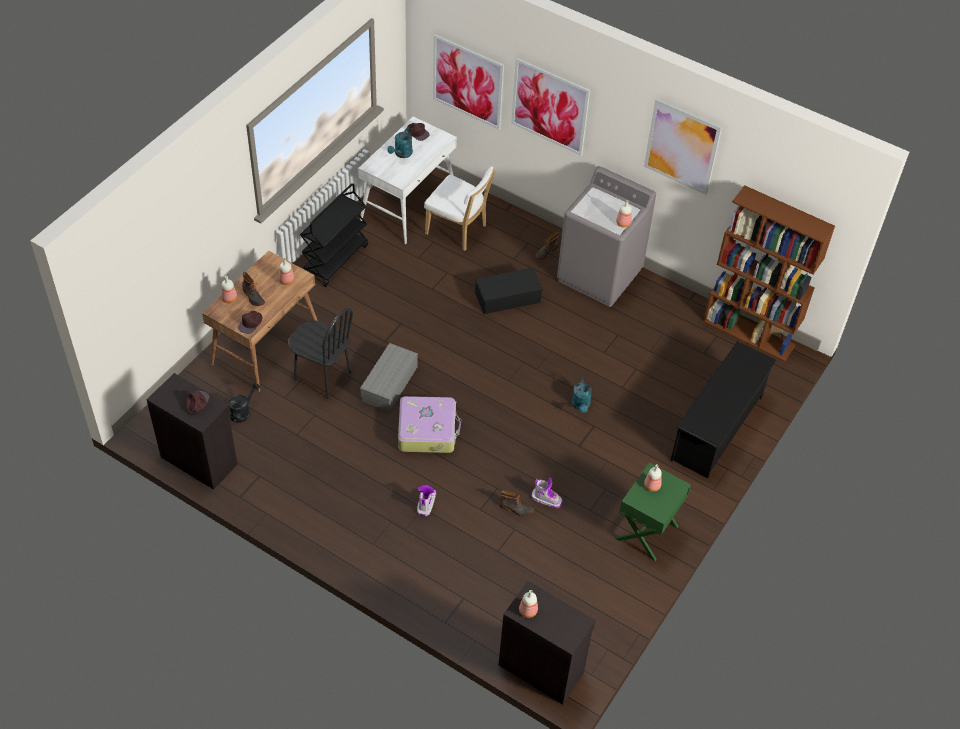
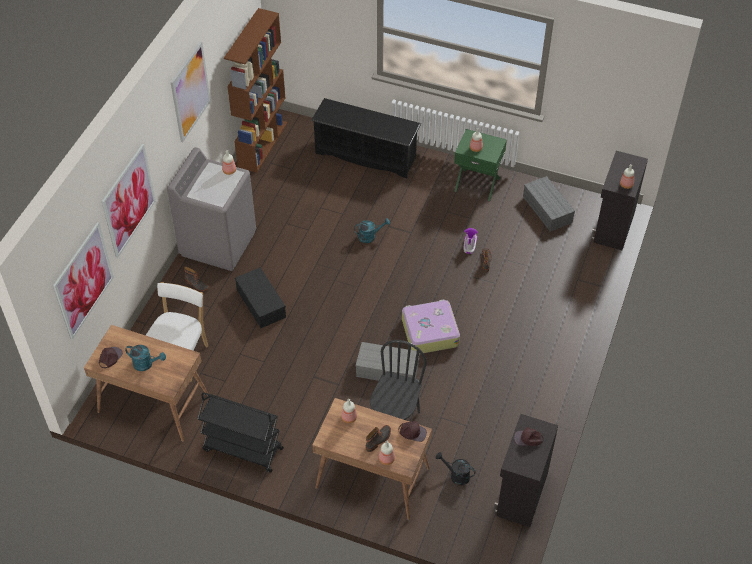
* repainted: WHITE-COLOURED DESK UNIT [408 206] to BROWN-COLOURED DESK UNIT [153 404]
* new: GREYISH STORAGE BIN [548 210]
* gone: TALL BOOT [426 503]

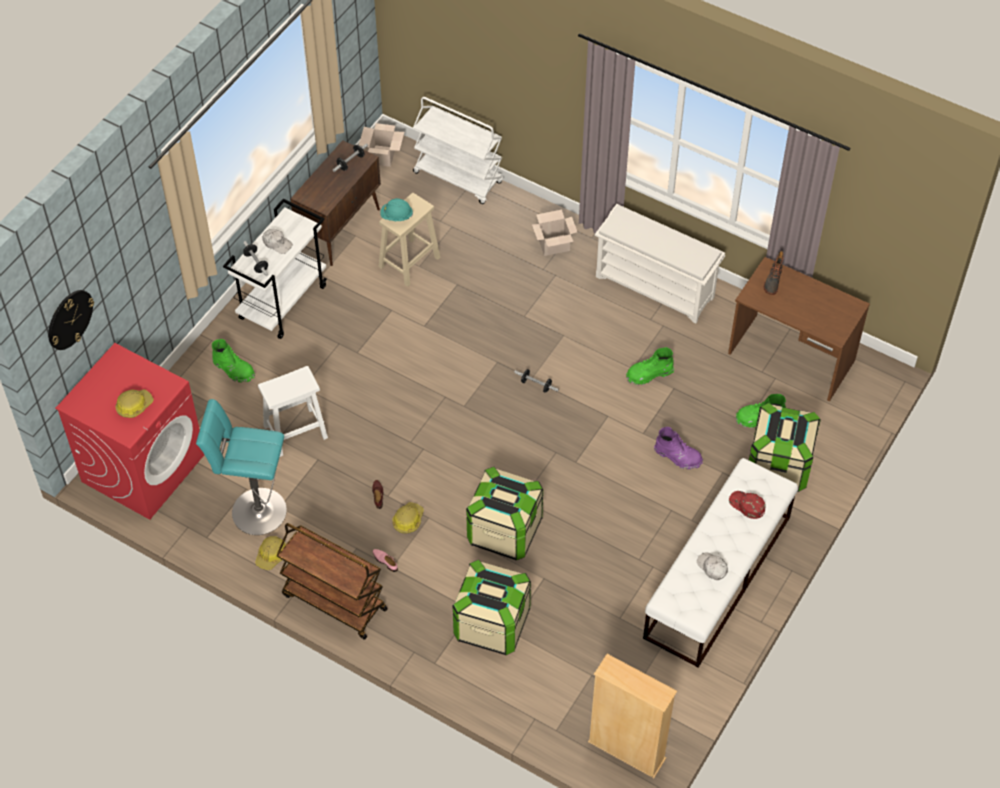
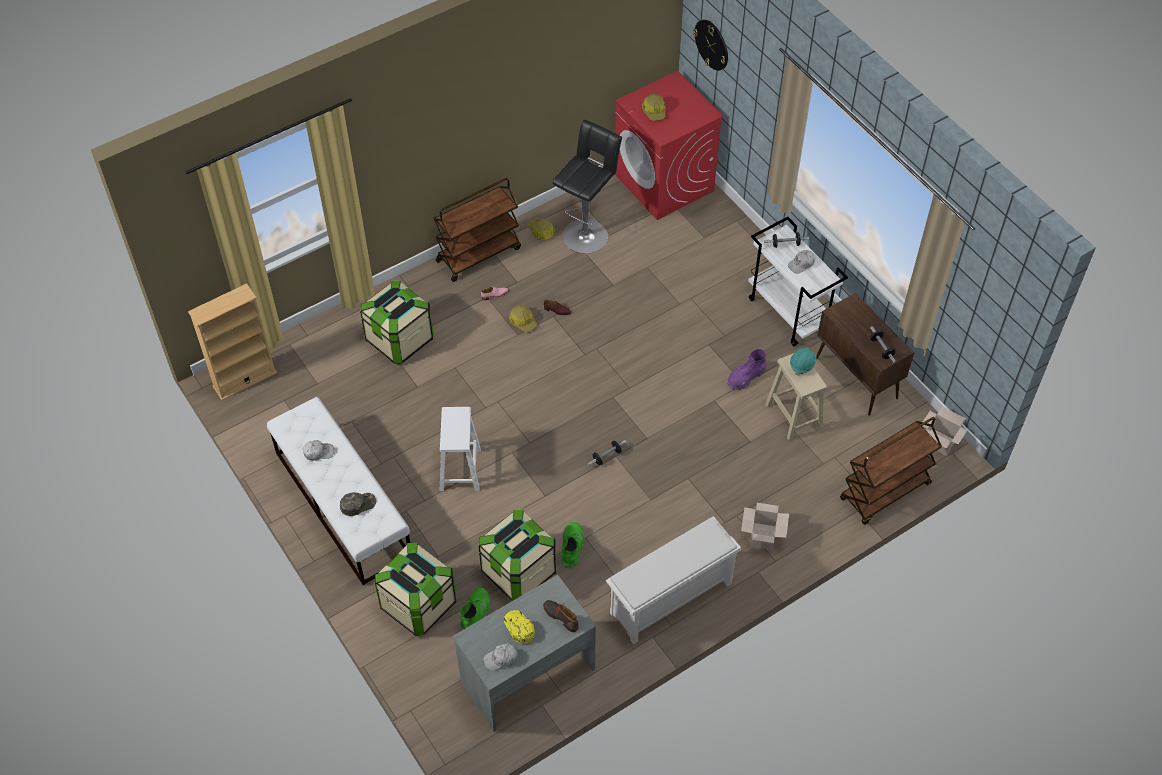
* repainted: RED BASEBALL CAP [746 505] to GREEN BASEBALL CAP [358 504]
* shifted: WHITE-COLOURED SITTING STOOL [294 432] to [460 469]
* repainted: BROWN-COLOURED DESK UNIT [791 358] to GREYISH DESK UNIT [526 675]
* shifted: STORAGE BIN [504 531] to [518 571]
* new: WHITE-COLOURED BASEBALL CAP [501 659]
* new: YELLOW BASEBALL CAP [519 628]
* repainted: TURQUOISE-COLOURED SITTING STOOL [254 511] to BLACKISH SITTING STOOL [587 233]
* shifted: PURPLISH TALL BOOT [678 456] to [746 377]
* repainted: WHITE-COLOURED WHEELED CART [459 177] to BROWN-COLOURED WHEELED CART [885 492]
* gone: GREEN TALL BOOT [234 369]

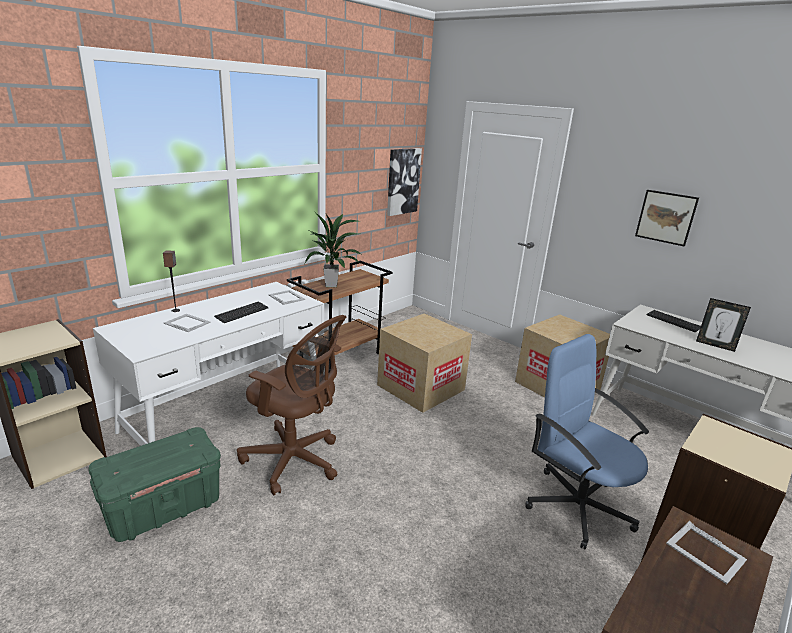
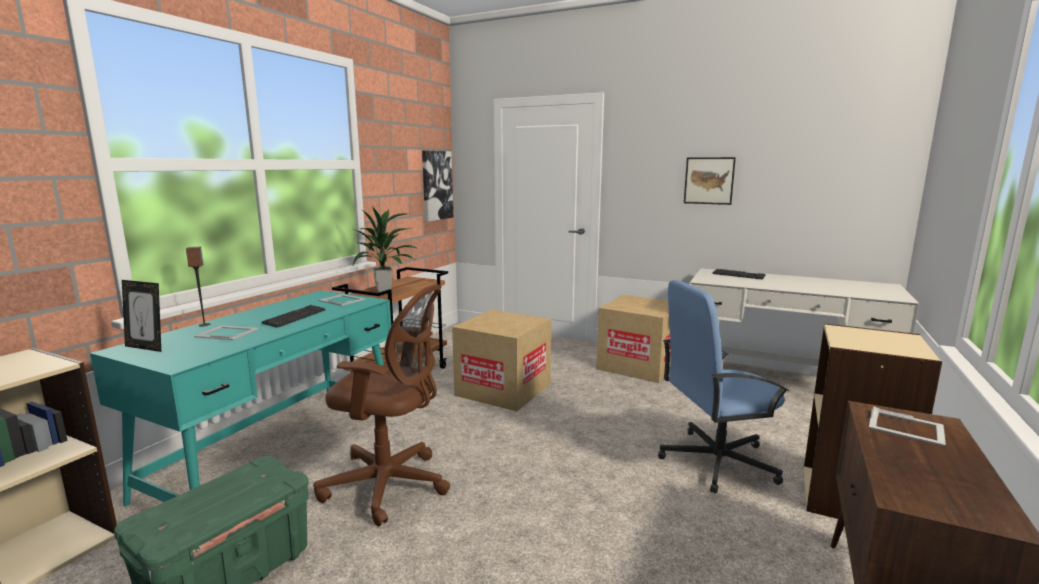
* repainted: WHITE-COLOURED DESK UNIT [227 412] to TURQUOISE-COLOURED DESK UNIT [280 453]
* shifted: PHOTO FRAME [715 345] to [147 347]
* rotated: BLUE COMPUTER CHAIR [576 505] = [715 461] 45 degrees counterclockwise

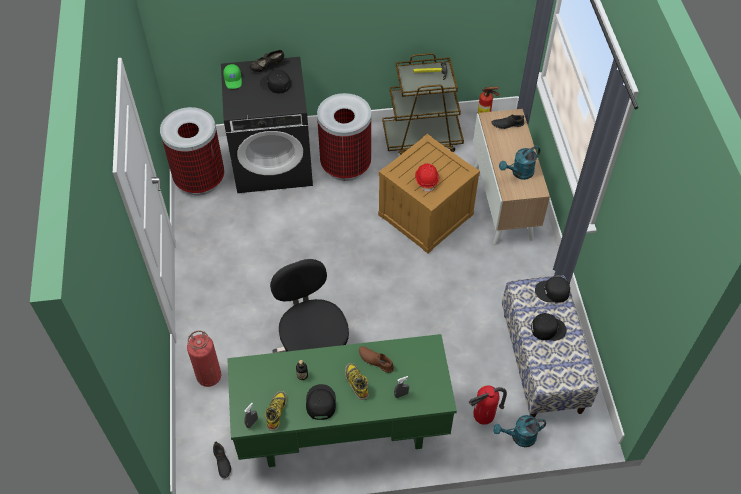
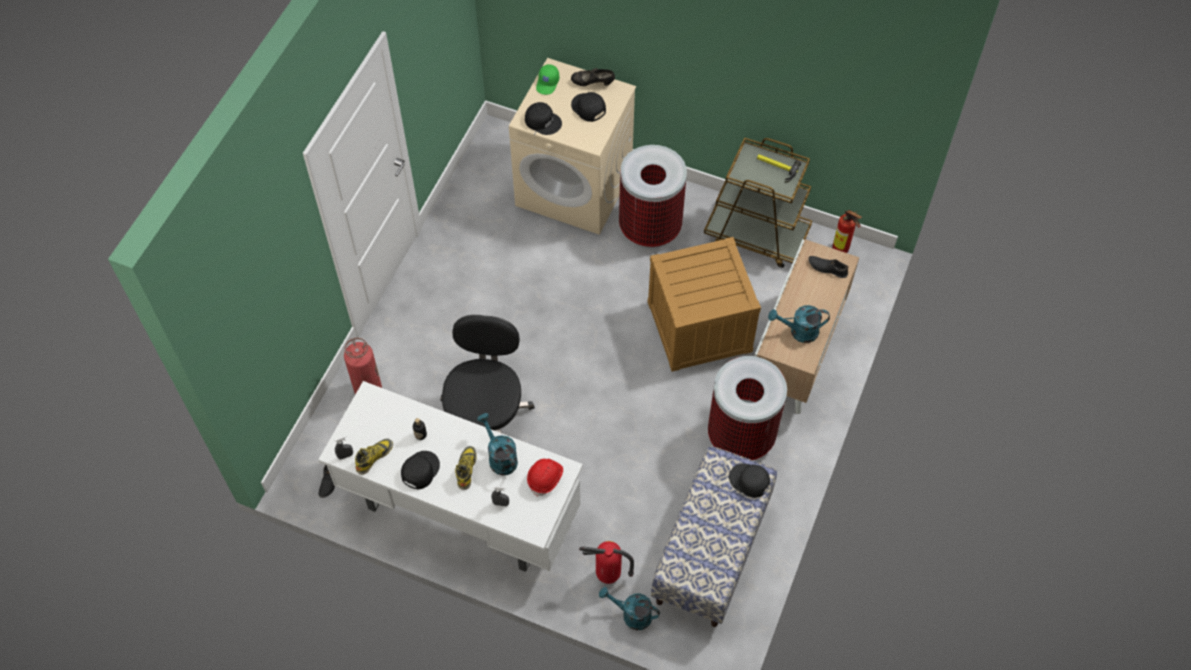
* repainted: GREEN DESK UNIT [342 432] to WHITE-COLOURED DESK UNIT [459 512]
* swapped: BROWN-COLOURED LOW SHOE [376 360] to TURQUOISE-COLOURED SPRINKLING CAN [500 457]
* repainted: BLACKISH WASHING MACHINE [273 162] to BEIGE WASHING MACHINE [575 188]
* shifted: BLACKISH BASEBALL CAP [547 328] to [543 121]
* shifted: RED HARD HAT [426 180] to [545 478]
* shifted: WASTE BIN [200 180] to [741 436]

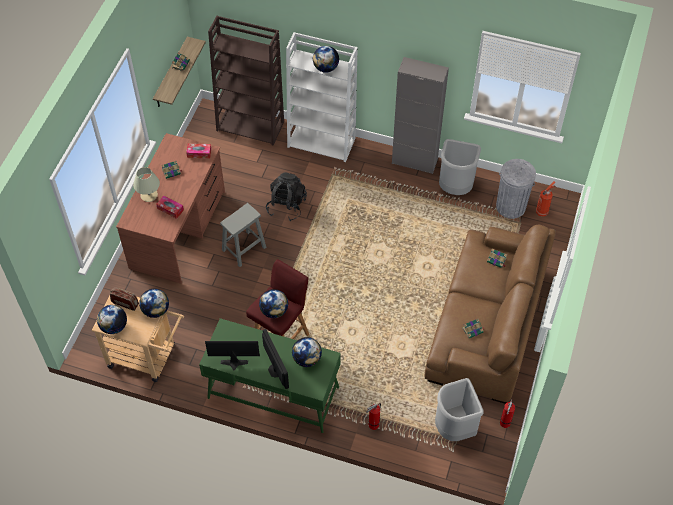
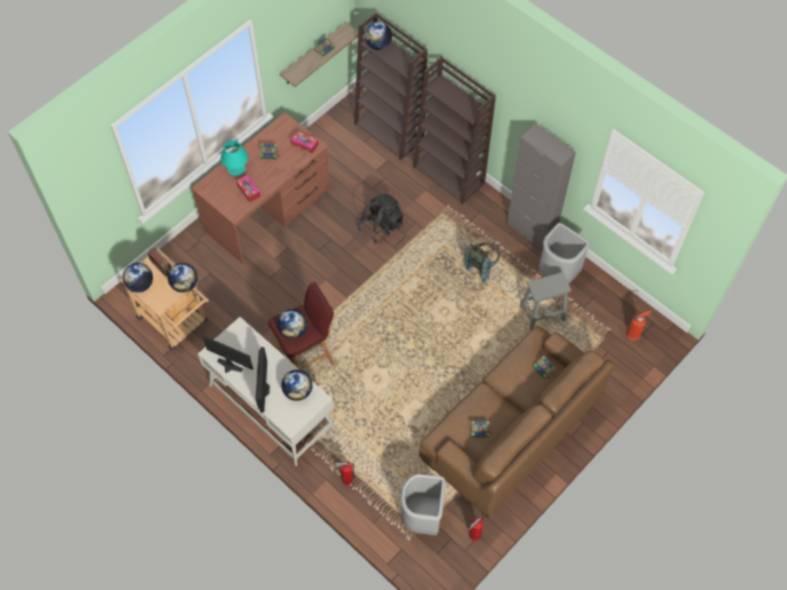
* repainted: GREEN DESK UNIT [273 392] to WHITE-COLOURED DESK UNIT [271 406]
* repainted: BEIGE LAMP FOR A TABLE [149 195] to TURQUOISE-COLOURED LAMP FOR A TABLE [236 169]
* shifted: GLOBE [325 68] to [378 45]
* repainted: WHITE-COLOURED BOOKSHELF [322 142] to BROWN-COLOURED BOOKSHELF [449 175]
* new: GREYISH KNAPSACK [482 266]
* shifted: GREYISH SITTING STOOL [243 249] to [541 313]
* gone: GREYISH WASTE BIN [511 206]

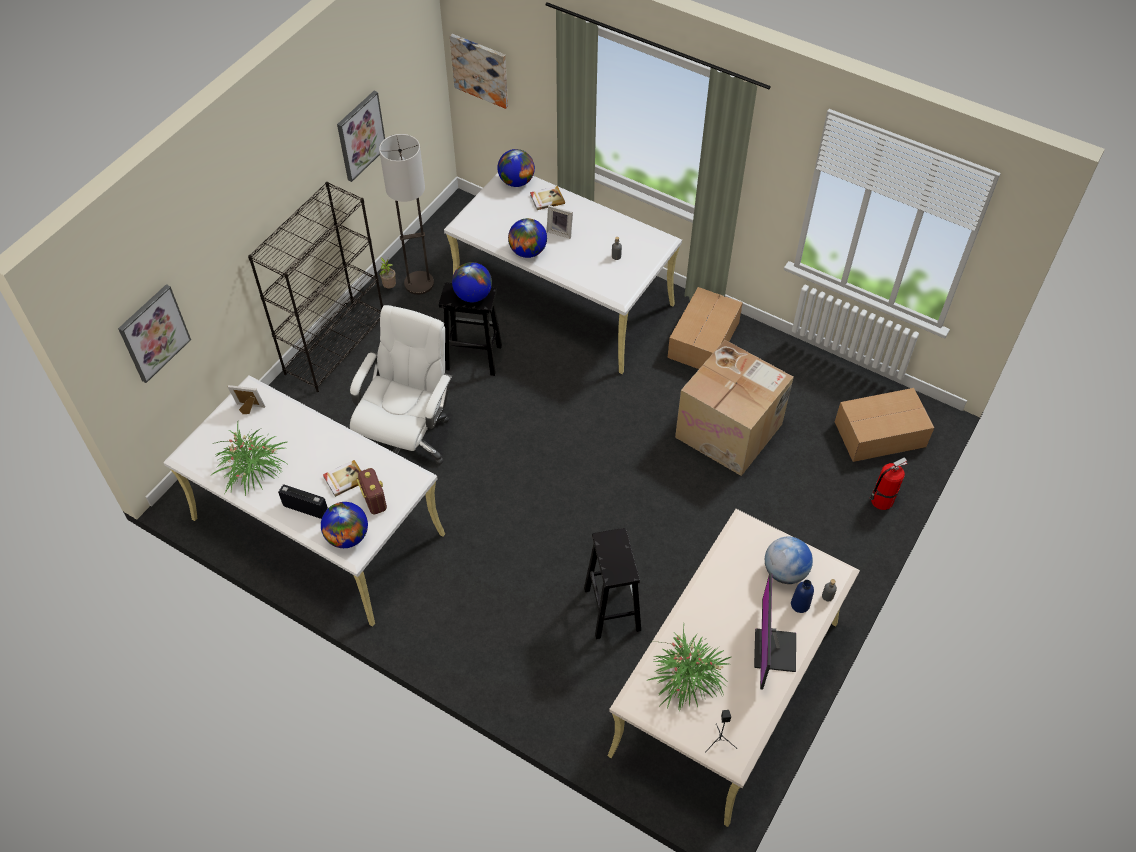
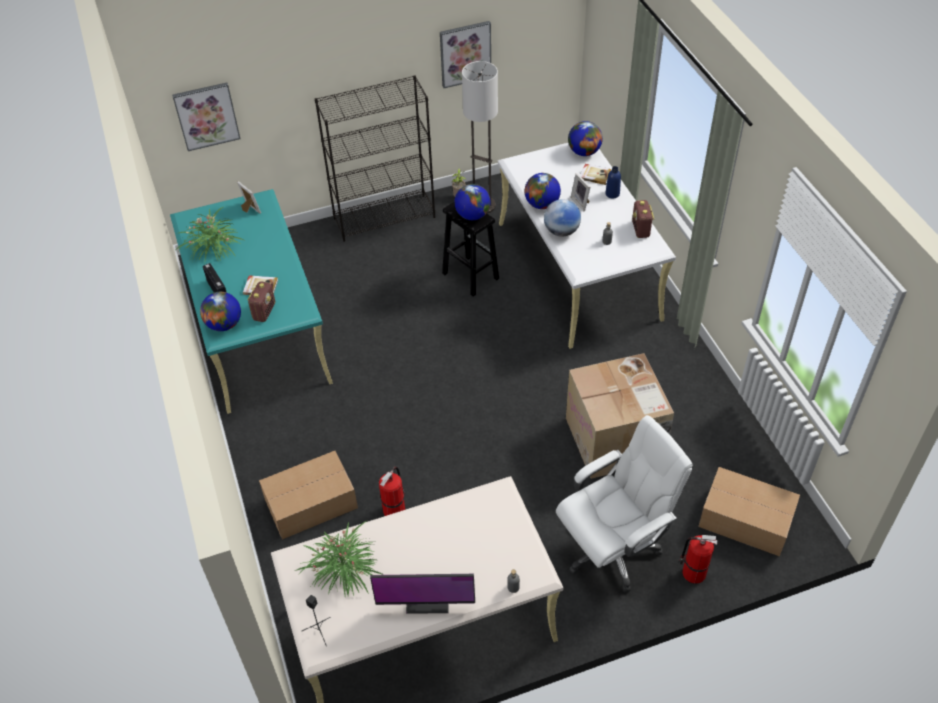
* repainted: WHITE-COLOURED DESK UNIT [317 526] to TURQUOISE-COLOURED DESK UNIT [258 327]
* shifted: CARTON [702 340] to [309 503]
* rotated: COMPUTER SCREEN [773 650] = [428 596] 135 degrees counterclockwise
* swapped: BLACKISH SITTING STOOL [611 608] to EXTINGUISHER [394 509]
* shifted: GLOBE [785 572] to [561 231]
* shifted: WHITE-COLOURED COMPUTER CHAIR [408 439] to [613 548]
* shifted: BLUE BEVERAGE BOTTLE [800 604] to [612 194]
* new: RADIO RECEIVER [641 230]
* gone: WALL PICTURE [480 70]

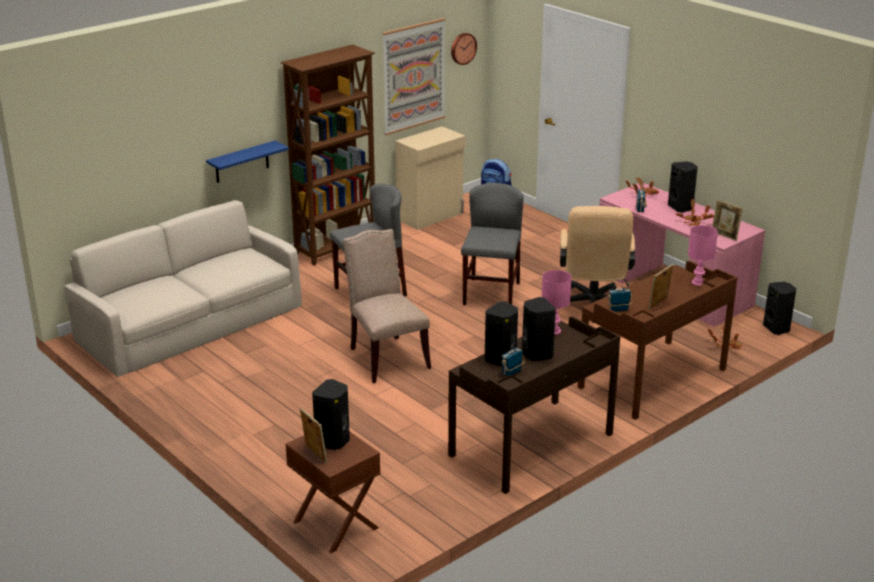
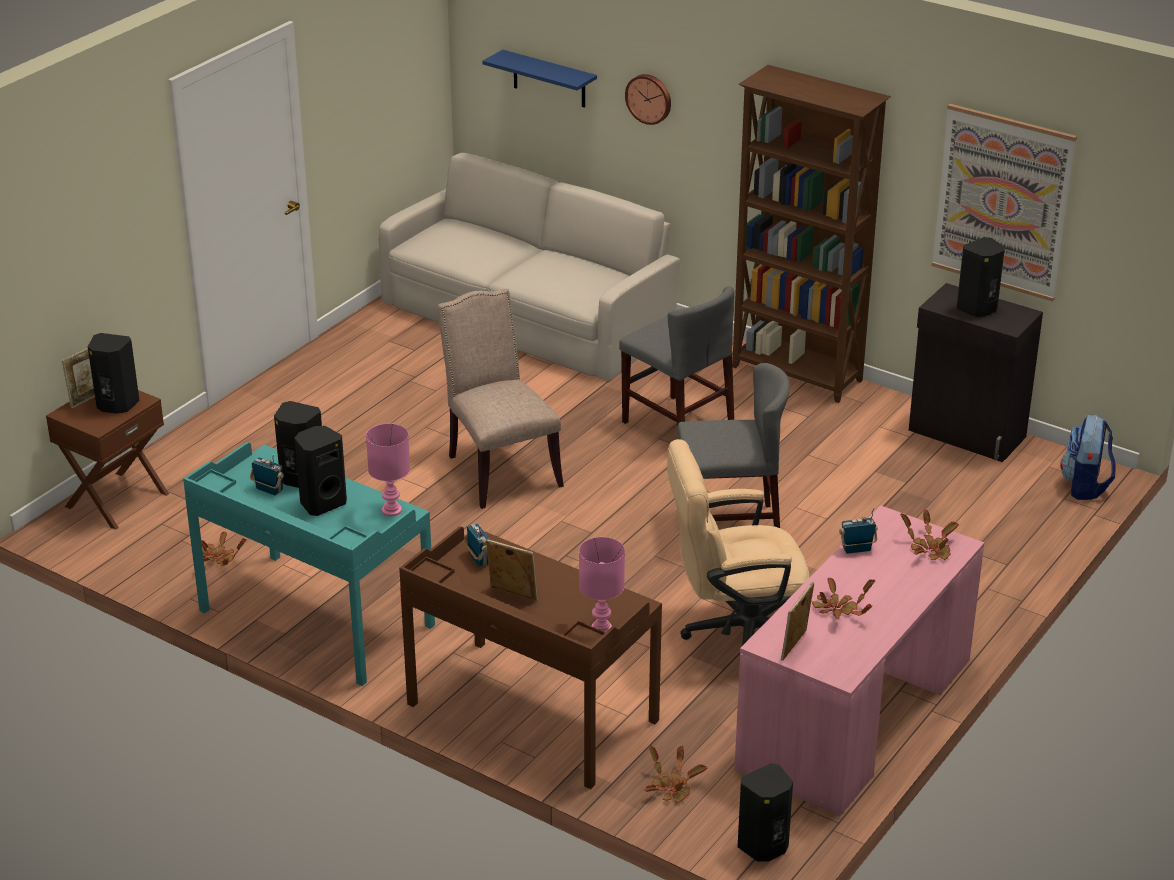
* repainted: BROWN-COLOURED DESK UNIT [532 445] to TURQUOISE-COLOURED DESK UNIT [315 618]
* new: HOUSEPLANT [218 559]
* rotated: BEIGE UPRIGHT CHAIR [386 357] = [499 469] 75 degrees counterclockwise
* shifted: BLUE BRACKET SHELF [242 162] to [549 79]
* shifted: WALL CLOCK [462 48] to [649 98]
* repainted: BEIGE CABINET [431 216] to BLACKISH CABINET [967 434]
* shifted: BLACKISH SPEAKER [681 207] to [978 309]

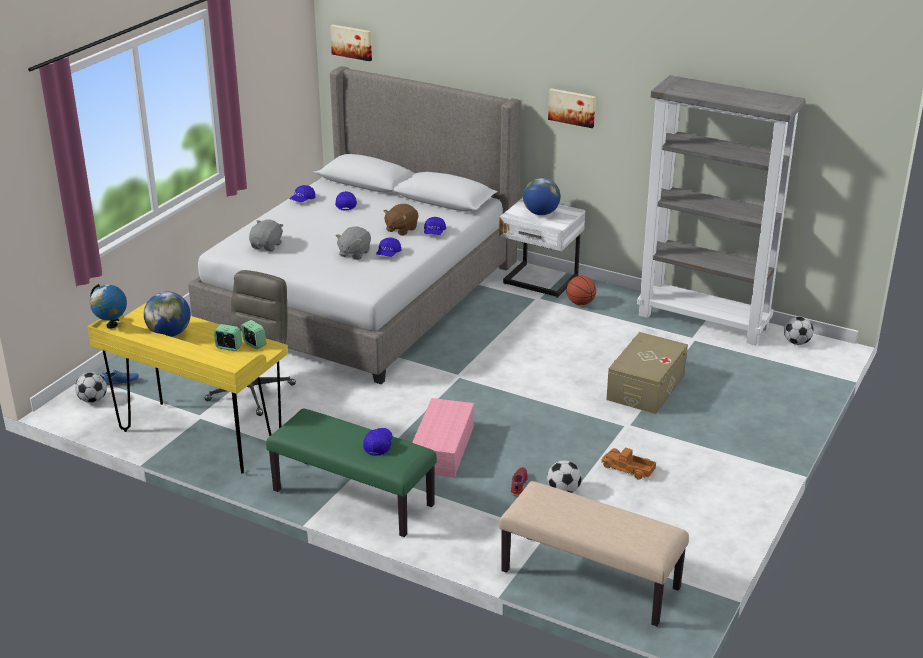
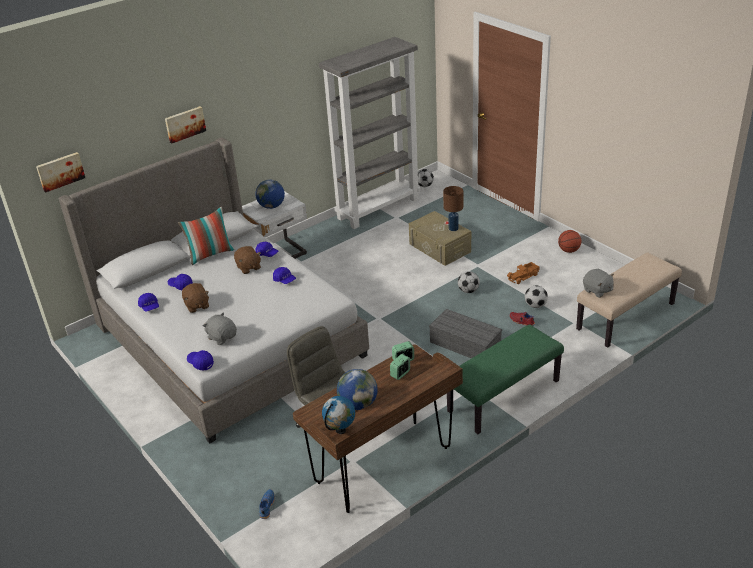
* shifted: WALL PICTURE [572 107] to [185 124]
* new: CUSHION [210 254]
* new: BROWN-COLOURED CUDDLY TOY [197 305]
* shifted: BLUE BASEBALL CAP [378 445] to [200 363]
* repainted: YELLOW DESK UNIT [199 437] to BROWN-COLOURED DESK UNIT [384 466]
* repainted: PINK STORAGE BIN [442 448] to GREYISH STORAGE BIN [464 344]
* new: BROWN-COLOURED LAMP FOR A TABLE [453 229]
* shifted: FOOTBALL BALL [93 400] to [468 291]
* shifted: BASKETBALL [580 303] to [569 250]
* shifted: GREYISH CUDDLY TOY [354 253] to [597 290]

